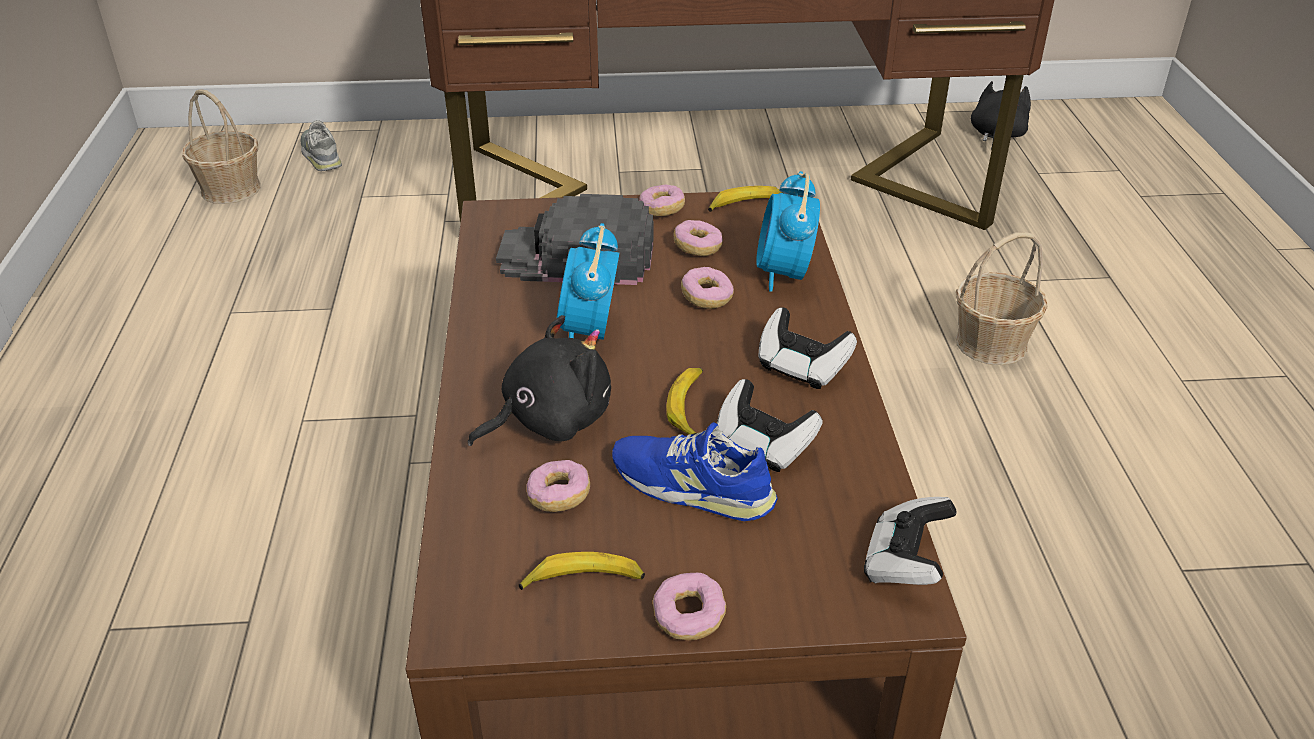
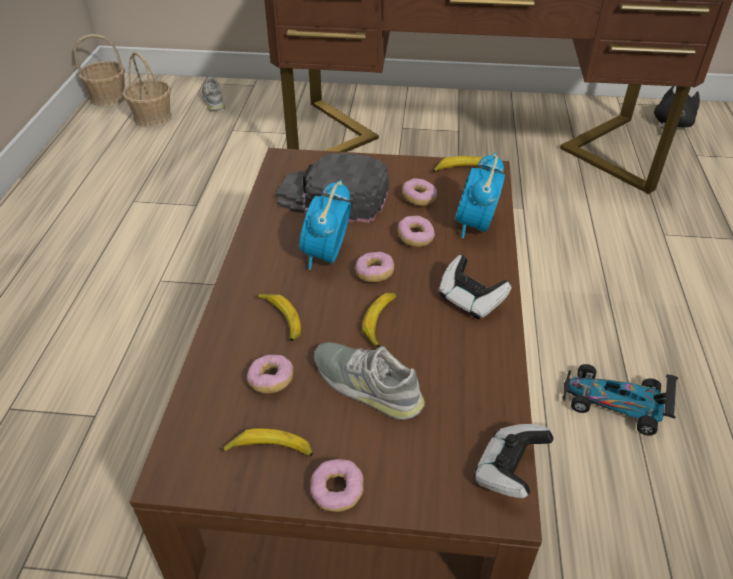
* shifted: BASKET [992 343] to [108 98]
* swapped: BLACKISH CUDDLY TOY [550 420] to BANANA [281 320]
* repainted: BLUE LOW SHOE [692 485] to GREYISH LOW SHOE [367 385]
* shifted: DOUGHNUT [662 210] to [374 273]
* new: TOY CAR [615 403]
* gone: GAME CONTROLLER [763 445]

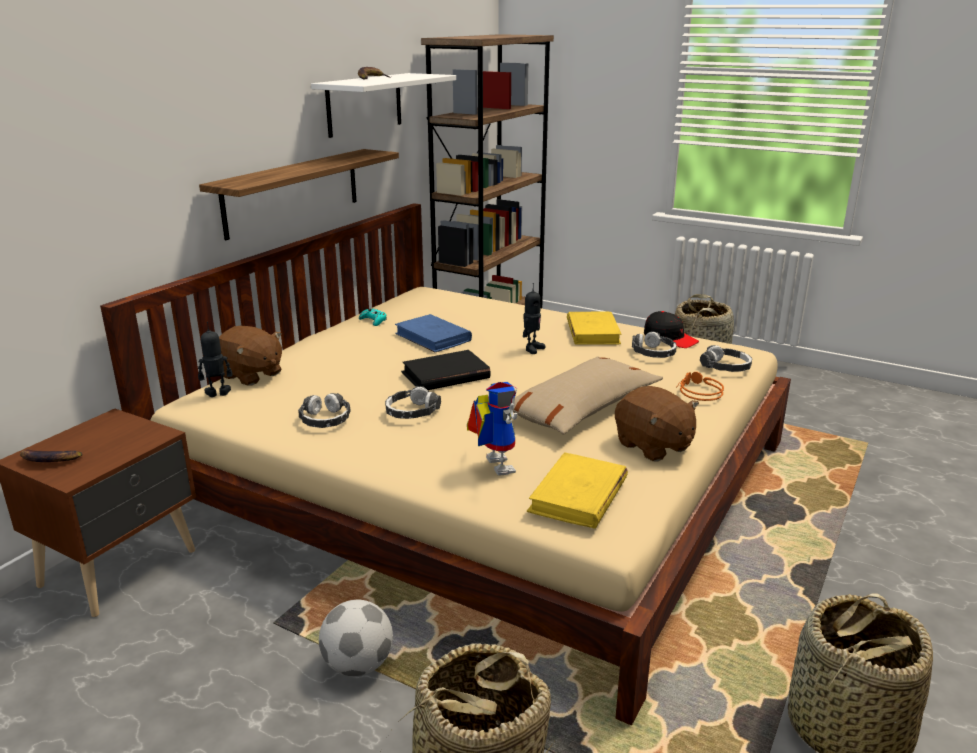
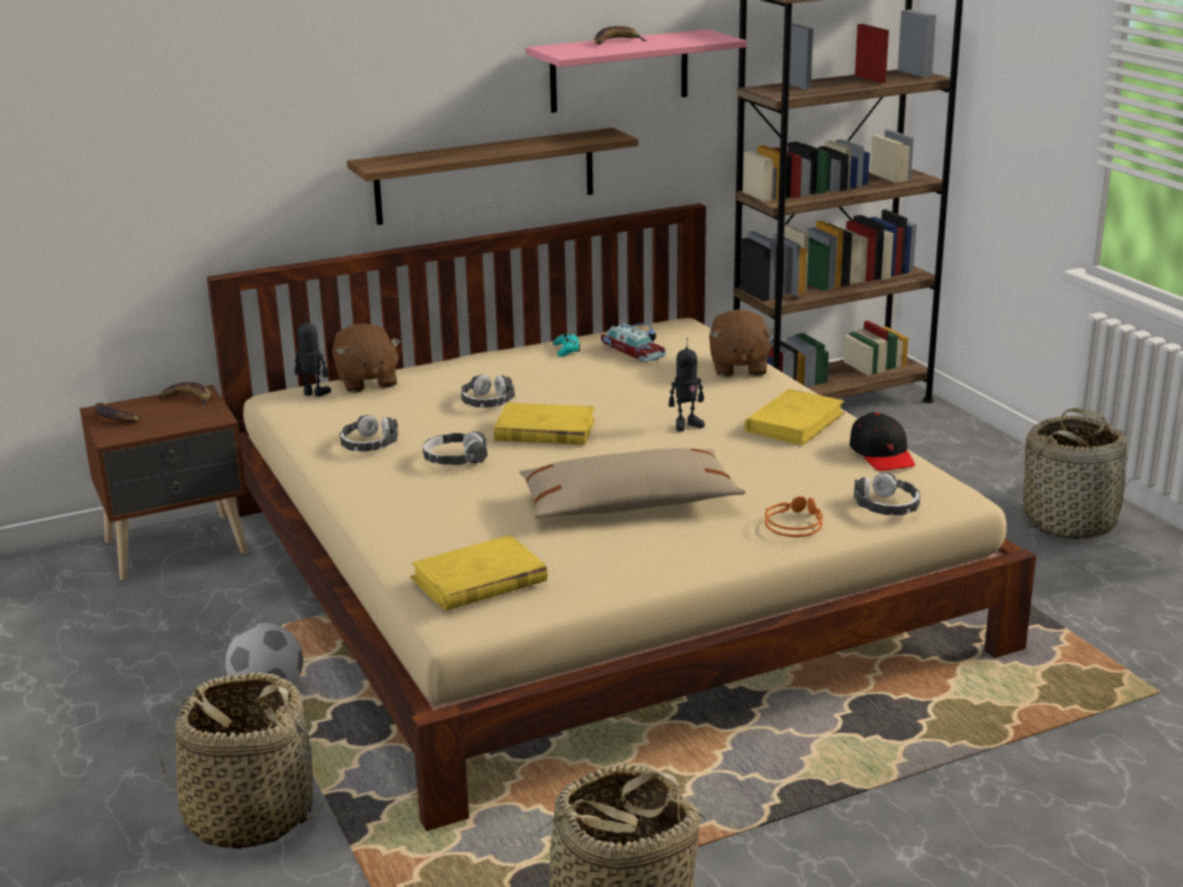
* new: BANANA [188 399]
* shifted: HEADPHONES [653 353] to [488 401]
* repainted: BLACKISH BOOK [445 375] to YELLOW BOOK [544 430]
* repainted: WHITE-COLOURED BRACKET SHELF [364 104] to PINK BRACKET SHELF [619 71]
* new: TOY CAR [633 350]
* shifted: BROWN-COLOURED CUDDLY TOY [653 446] to [738 368]
* gone: BLUE BOOK [433 337]
* gone: ROBOT FIGURE [493 465]

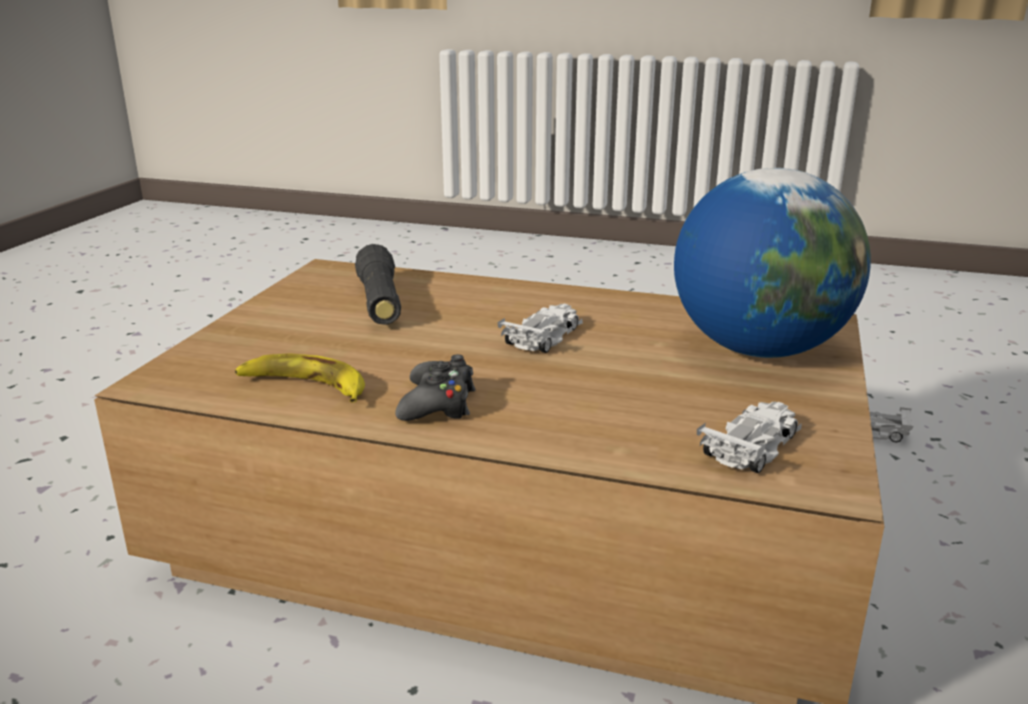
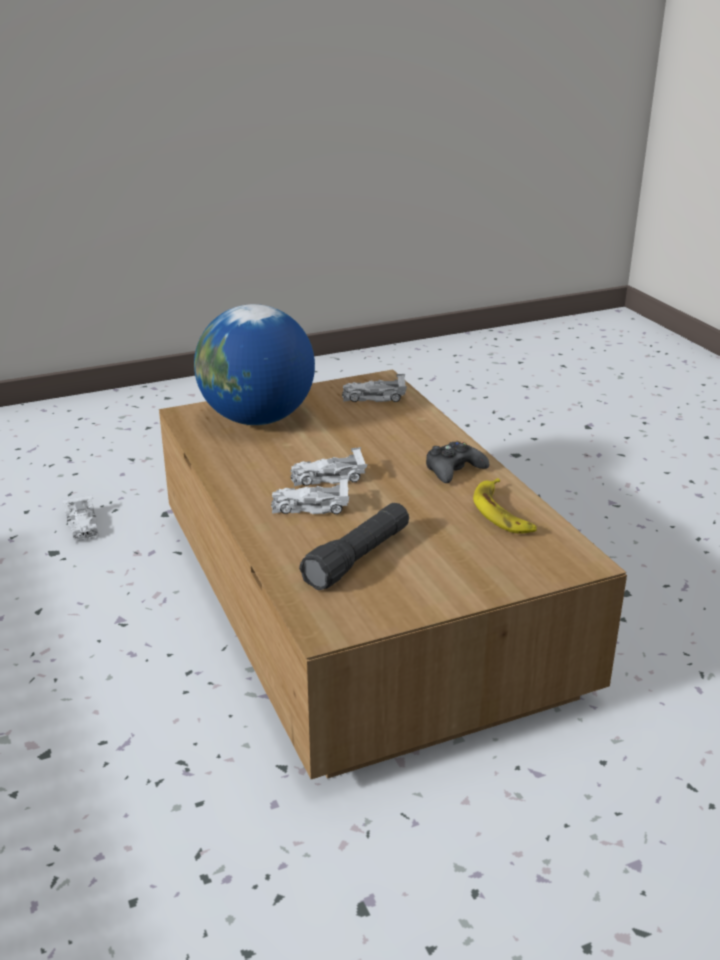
* new: WHITE-COLOURED TOY CAR [310 506]

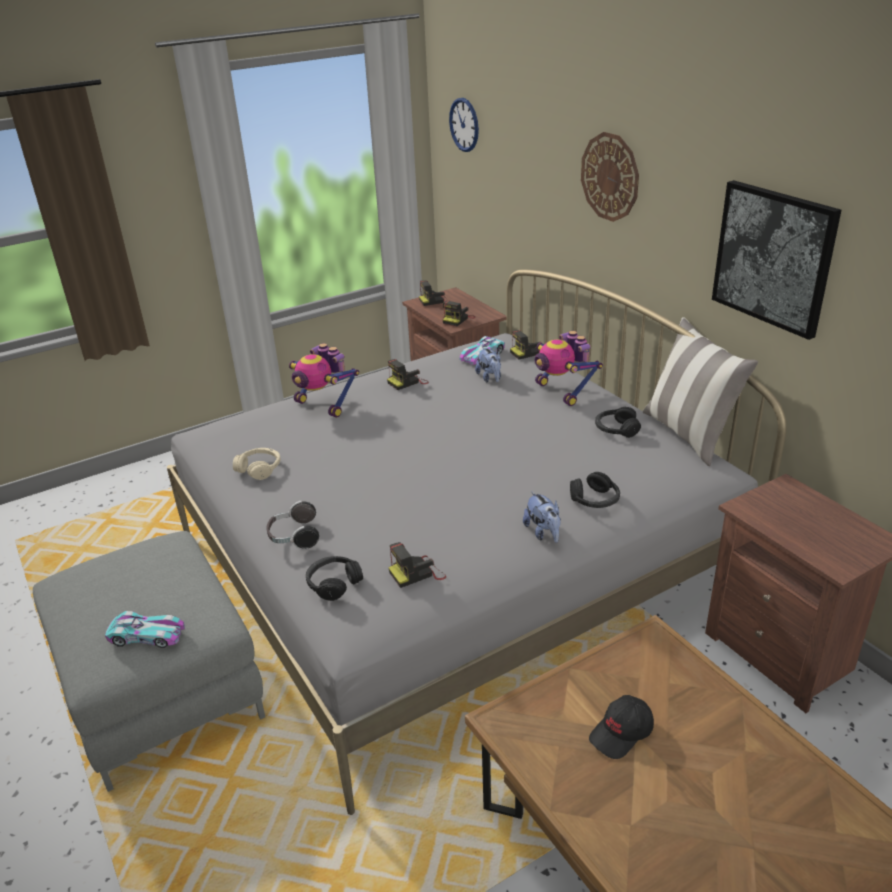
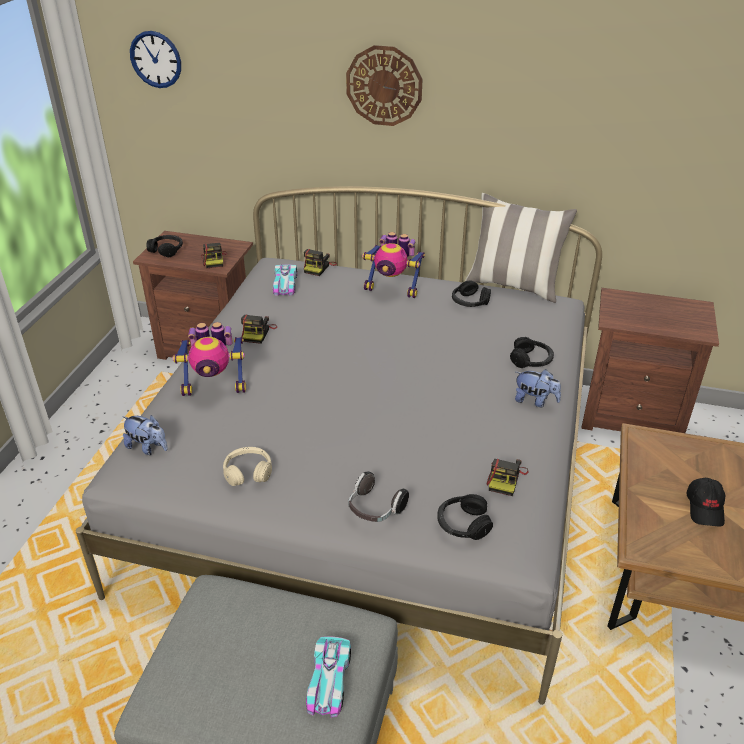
* shifted: CUDDLY TOY [490 378] to [148 447]
* swapped: STILL CAMERA [435 301] to BLACKISH HEADPHONES [166 250]
* rotated: TOY CAR [147 635] = [329 680] 135 degrees clockwise
* gone: WALL PICTURE [773 257]

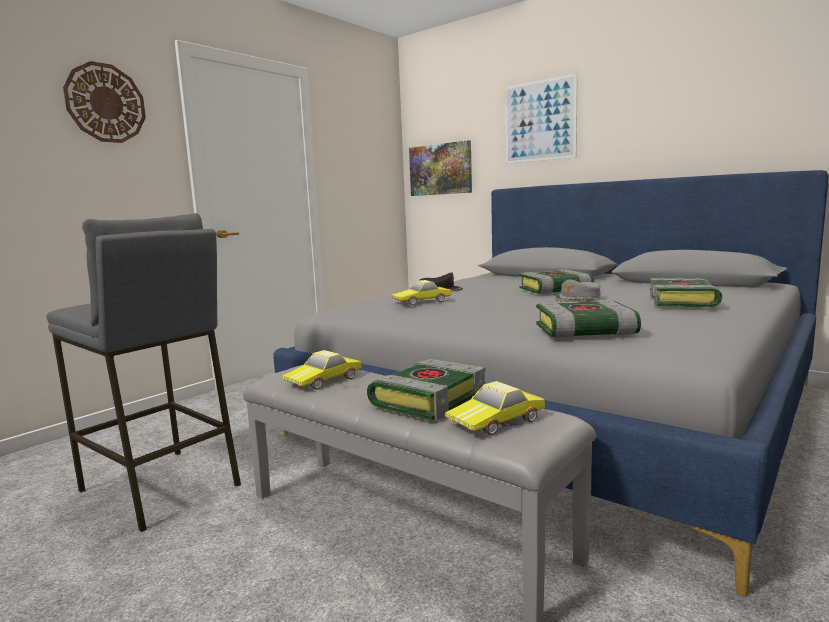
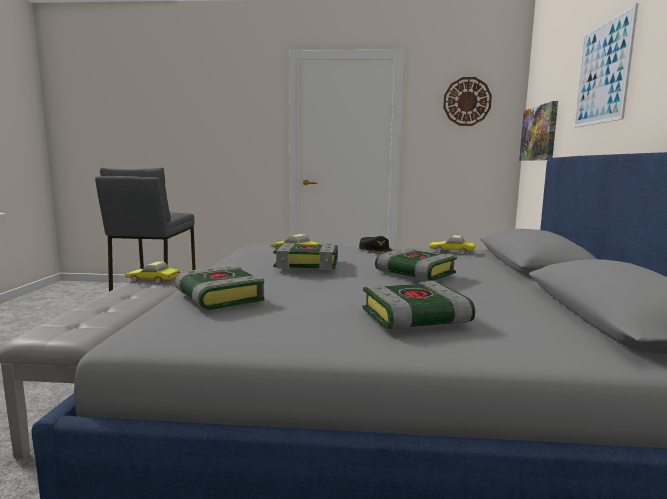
* shifted: BOOK [428 399] to [308 264]
* shifted: TOY CAR [498 421] to [452 251]
* shifted: WALL CLOCK [105 103] to [467 101]
* gone: GREYISH BASEBALL CAP [578 298]

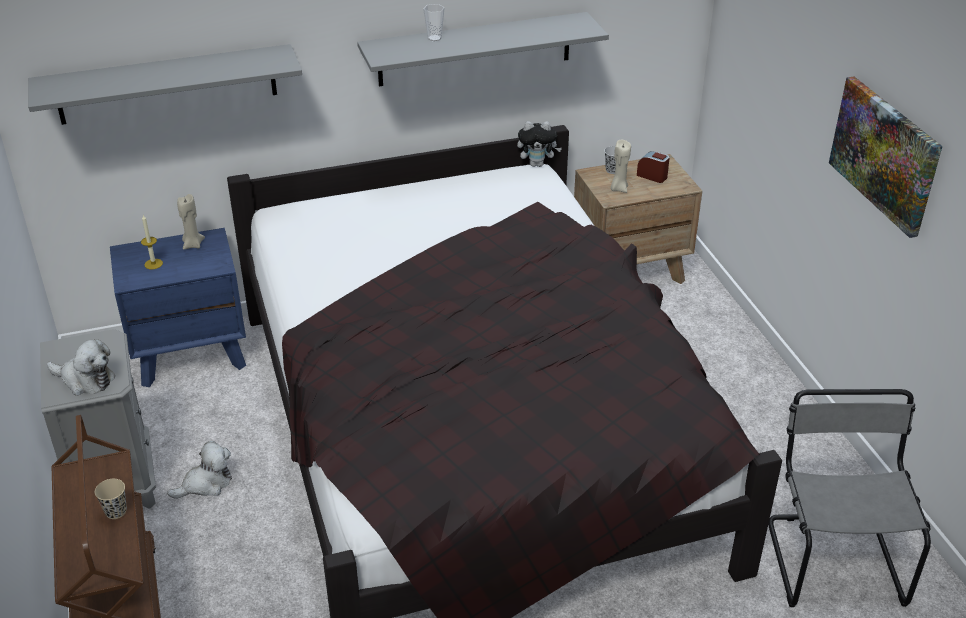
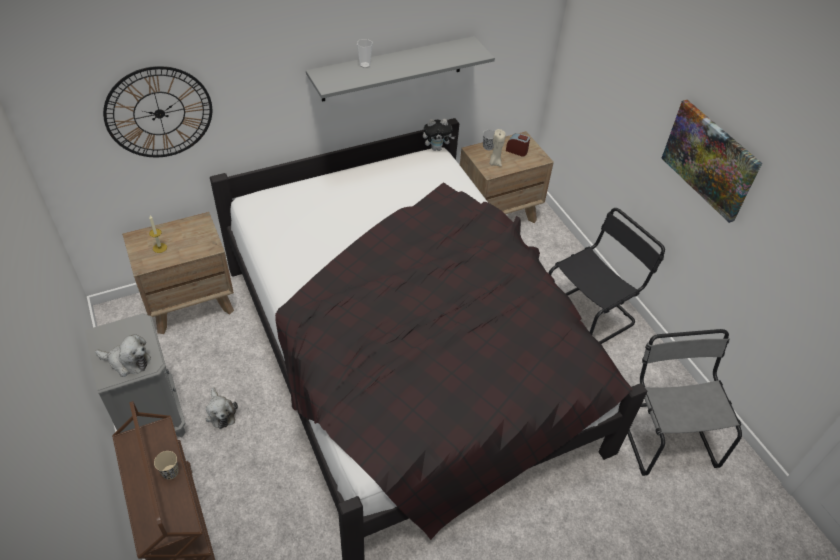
* swapped: GREYISH BRACKET SHELF [167 84] to WALL CLOCK [159 113]
* repainted: BLUE BEDSIDE TABLE [191 353] to BROWN-COLOURED BEDSIDE TABLE [191 303]
* rotated: CUDDLY TOY [206 484] = [220 413] 105 degrees clockwise
* new: BLACKISH UPRIGHT CHAIR [590 314]
* gone: BEIGE WAX CANDLE [193 244]

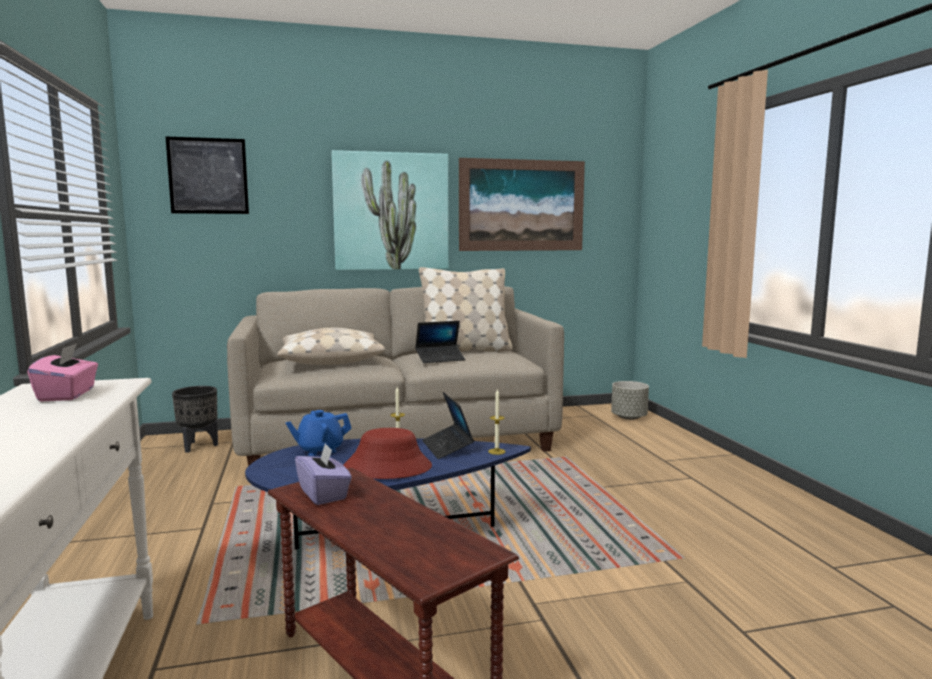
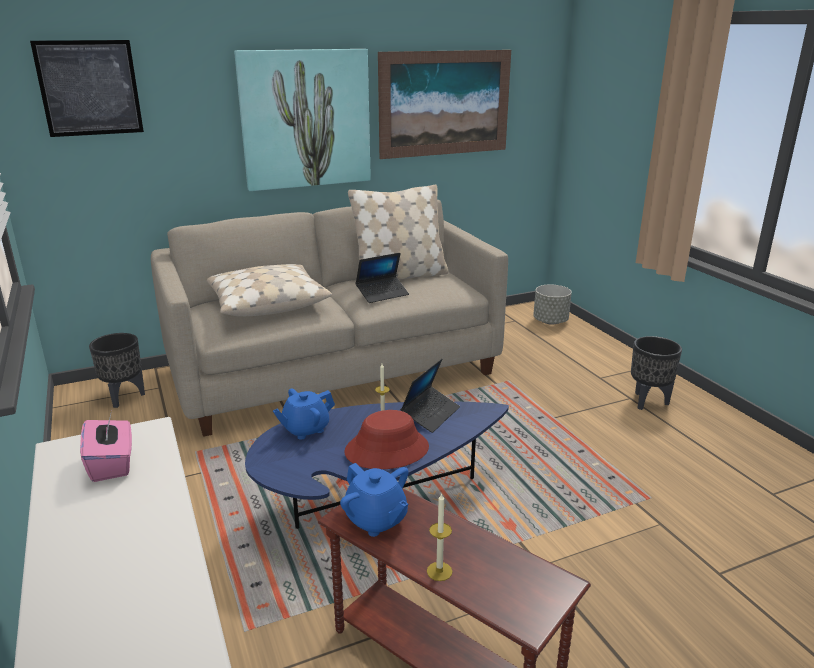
* swapped: PURPLISH TISSUE BOX [324 494] to BLUE POT FOR TEA [376 520]
* rotated: LAPTOP [447 447] = [430 414] 120 degrees counterclockwise
* shifted: WAX CANDLE [496 451] to [439 571]
* new: BLACKISH PLANT POT [648 402]

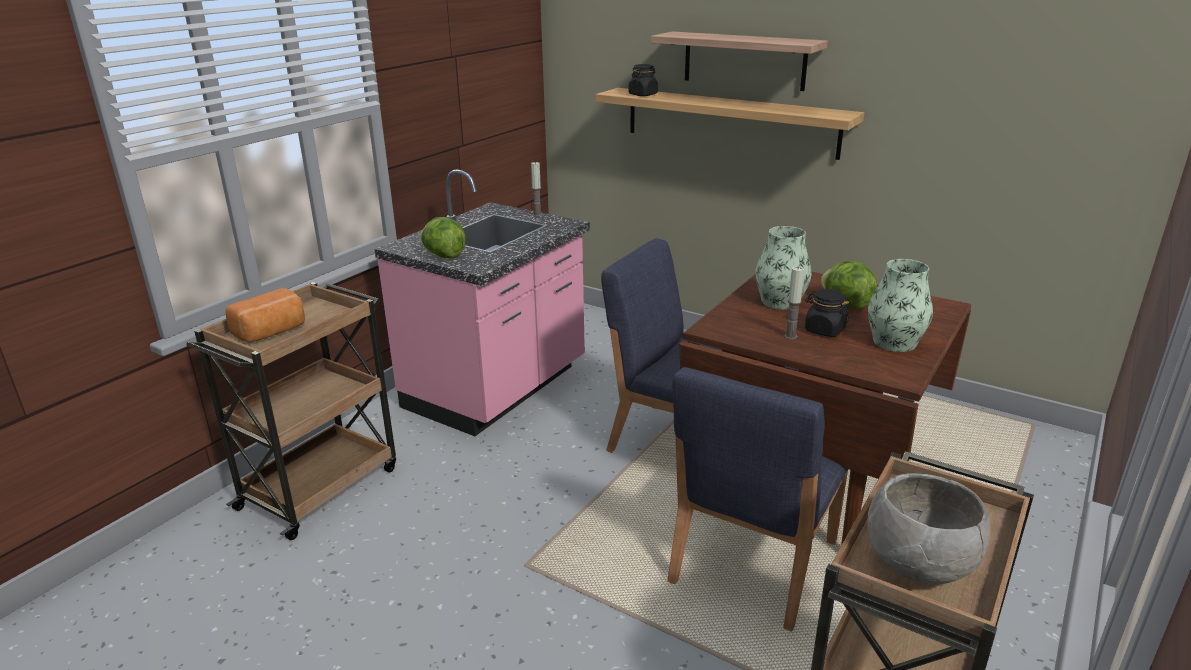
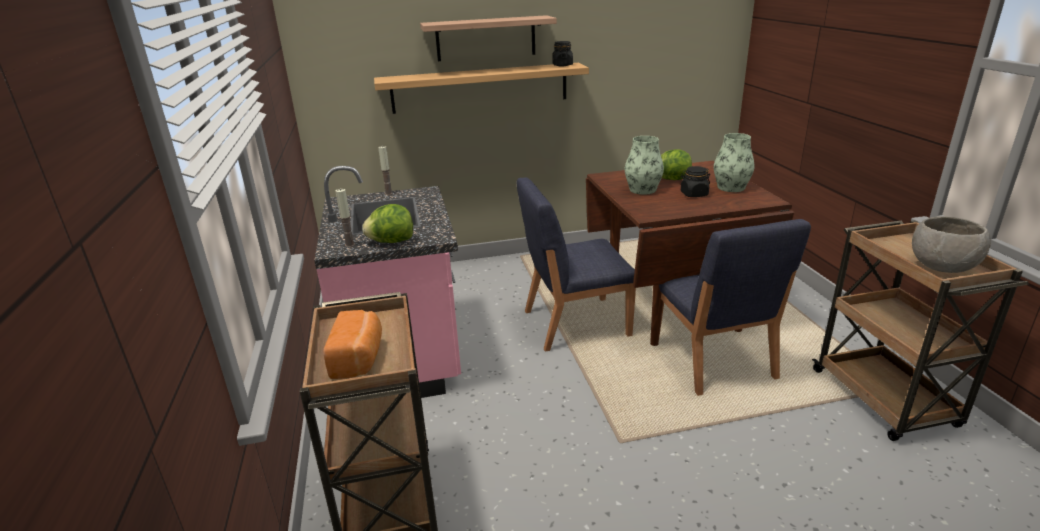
* shifted: WAX CANDLE [790 336] to [350 245]
* shifted: BLACKISH JAR [643 94] to [562 65]

